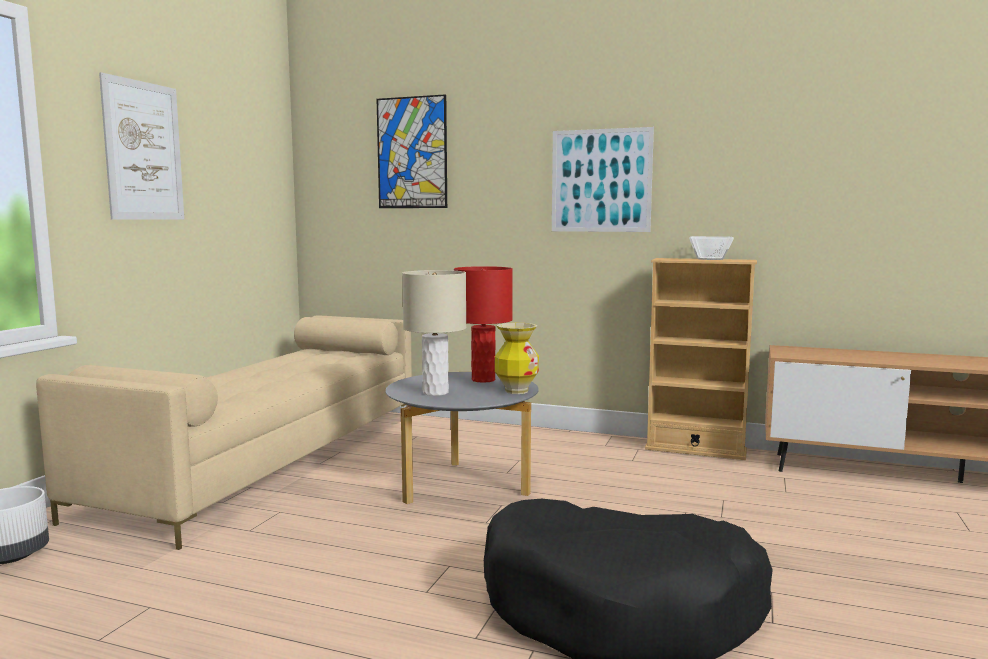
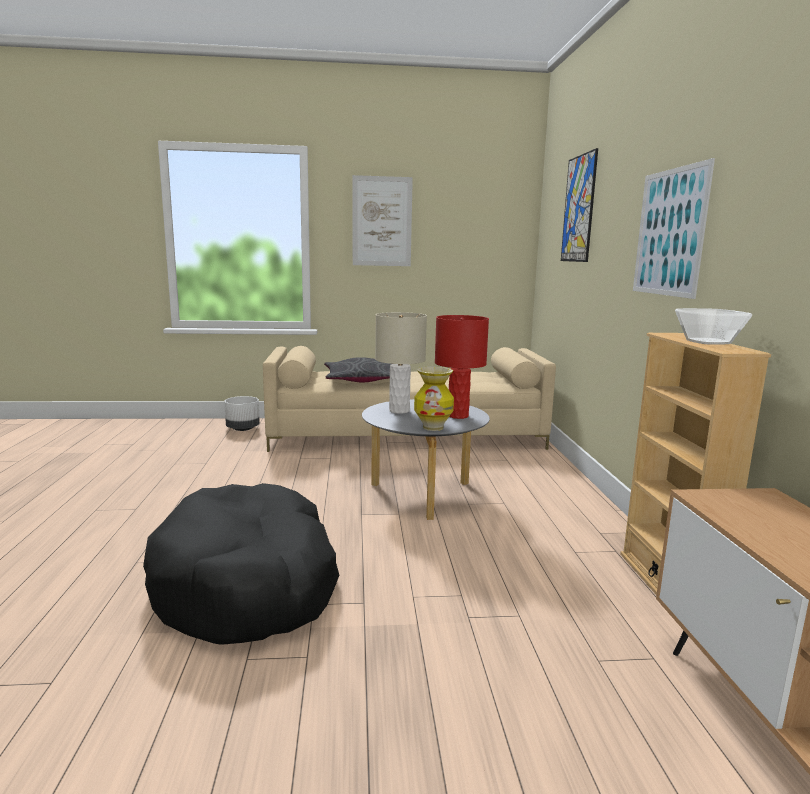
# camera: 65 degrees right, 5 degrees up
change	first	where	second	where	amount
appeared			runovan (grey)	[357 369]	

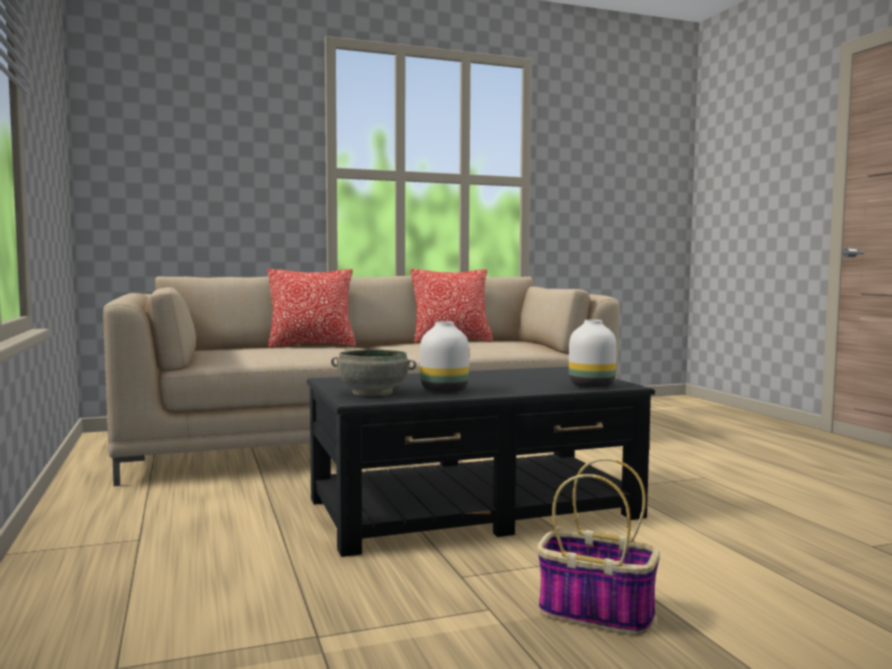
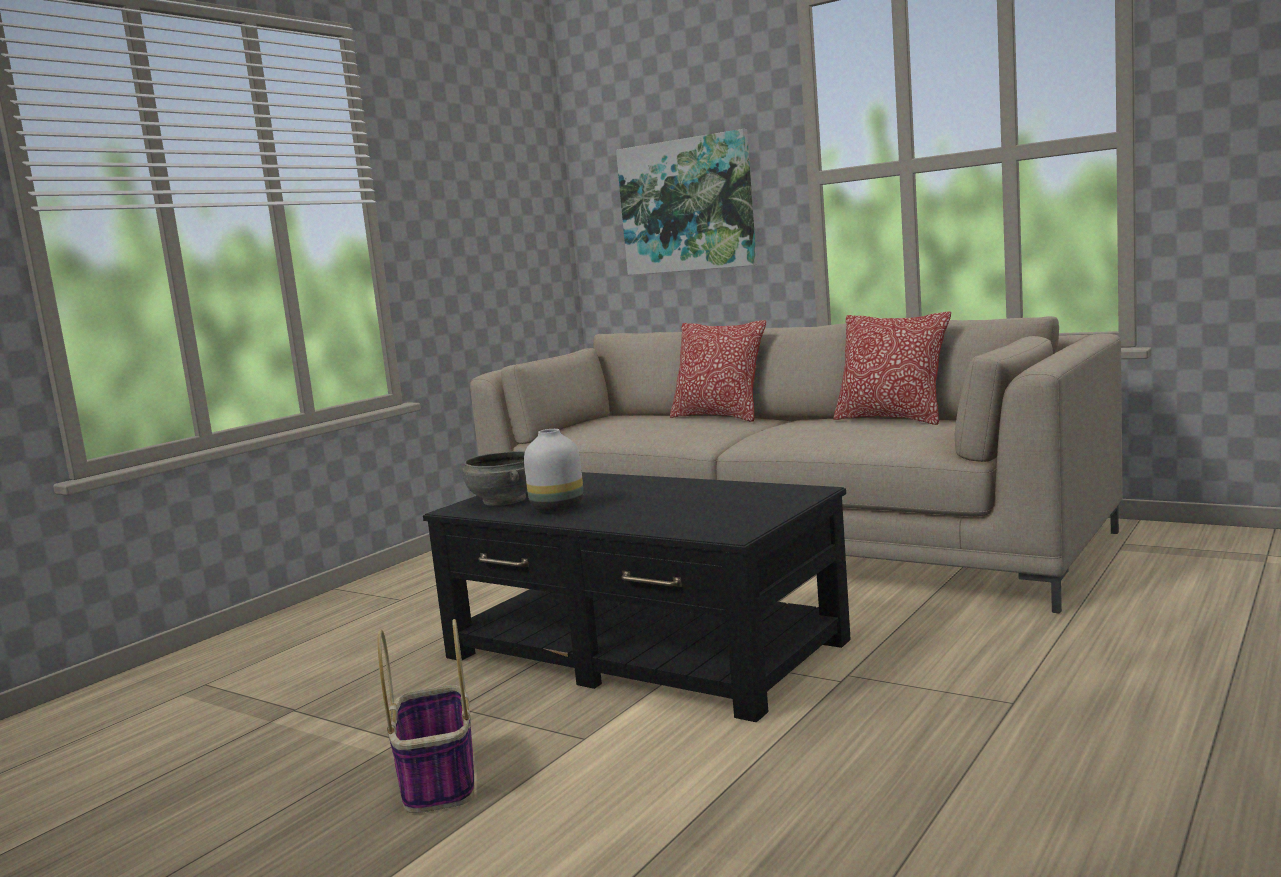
# camera: 55 degrees right, 5 degrees up
change	first	where	second	where	amount
appeared			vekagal	[686 202]	
missing	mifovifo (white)	[593 353]			

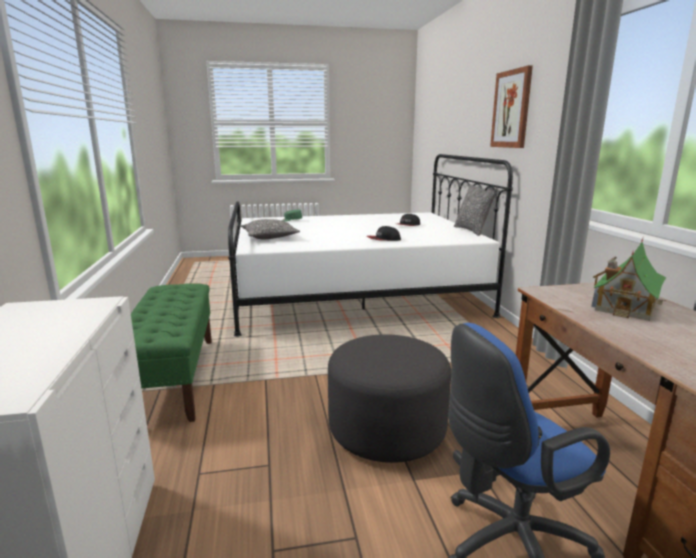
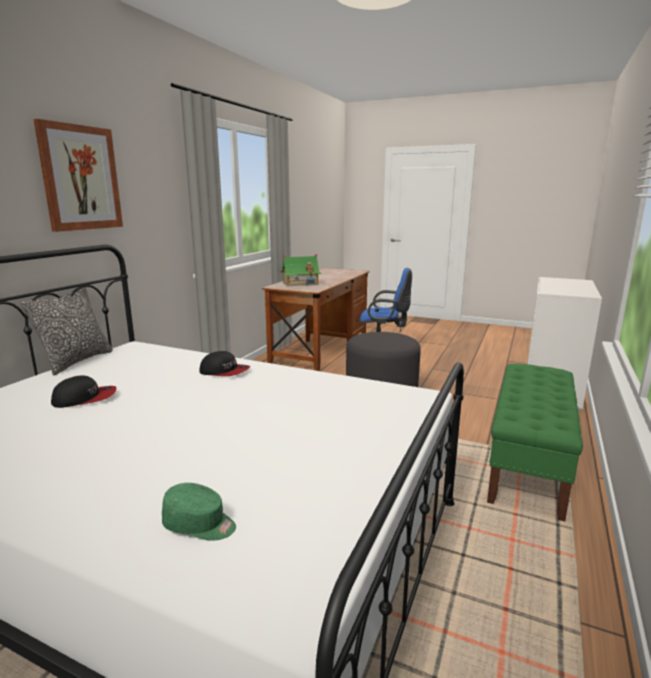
# camera: 145 degrees left, 0 degrees up
change	first	where	second	where	amount
missing	runovan	[270 229]			

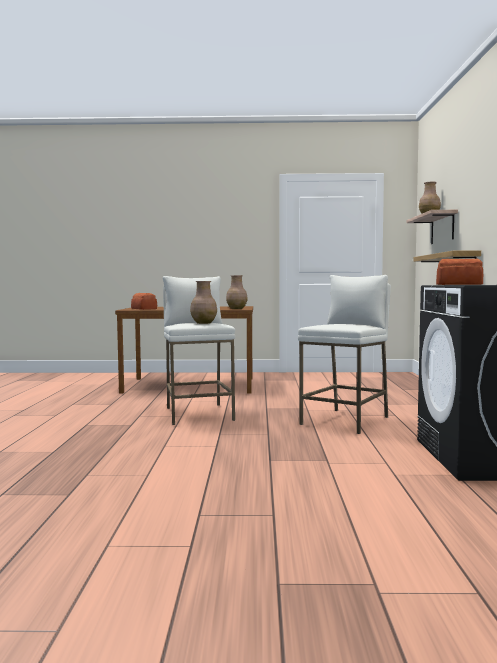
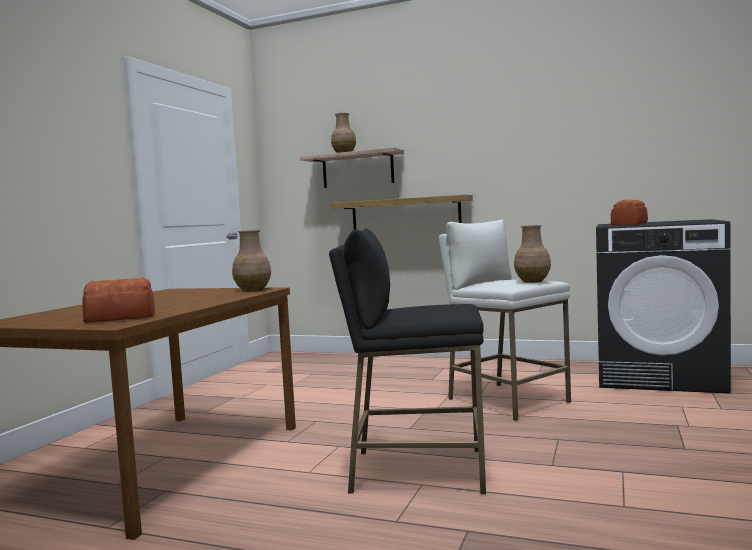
# camera: 70 degrees left, 0 degrees up
change	first	where	second	where	amount
colour	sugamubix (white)	[199 350]	sugamubix (black)	[407 361]	
relocated	mifovifo (brown)	[203 302]		[532 254]	

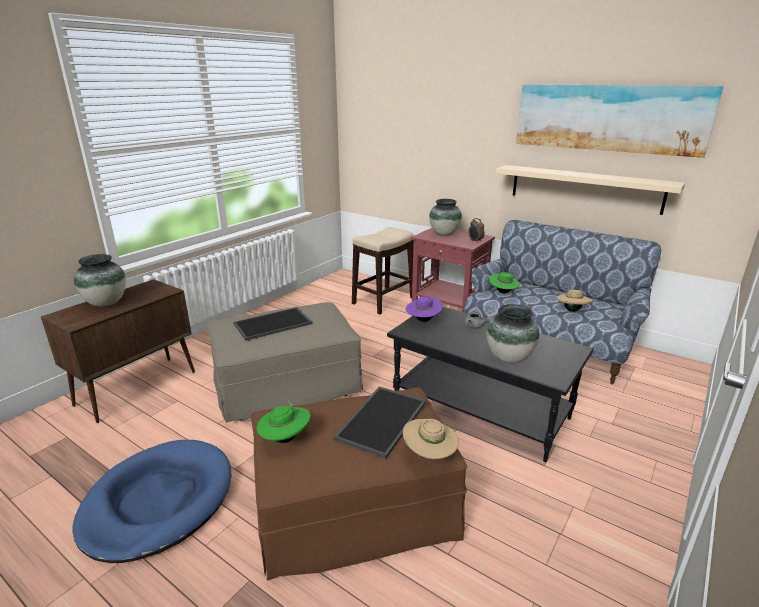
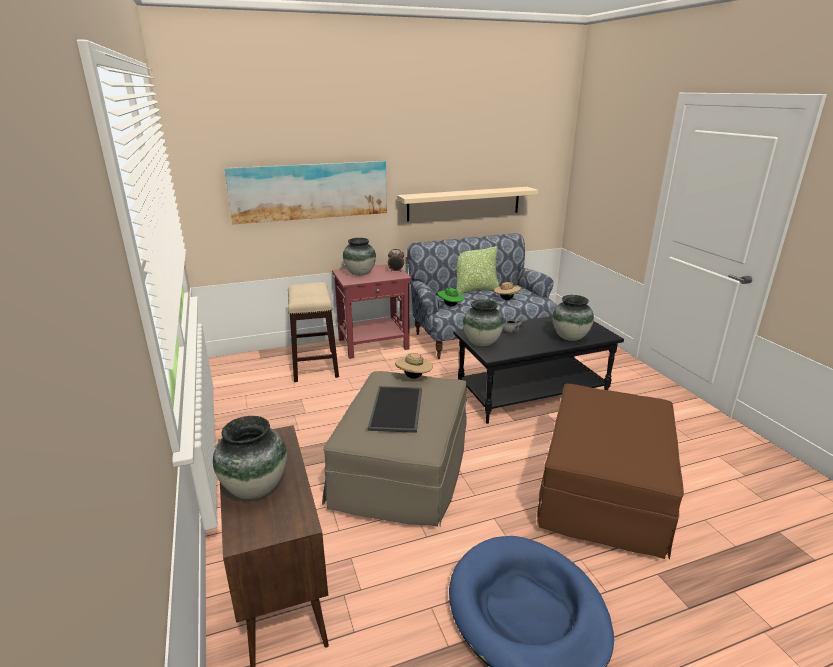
# camera: 55 degrees left, 0 degrees up
change	first	where	second	where	amount
relocated	vekagal	[619 121]		[305 192]	
relocated	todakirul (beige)	[431 439]		[414 366]	
appeared			runovan	[478 270]	
exchanged	todakirul (purple)	[424 308]	mifovifo	[483 322]	
missing	todakirul (green)	[284 421]			
missing	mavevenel	[379 422]			

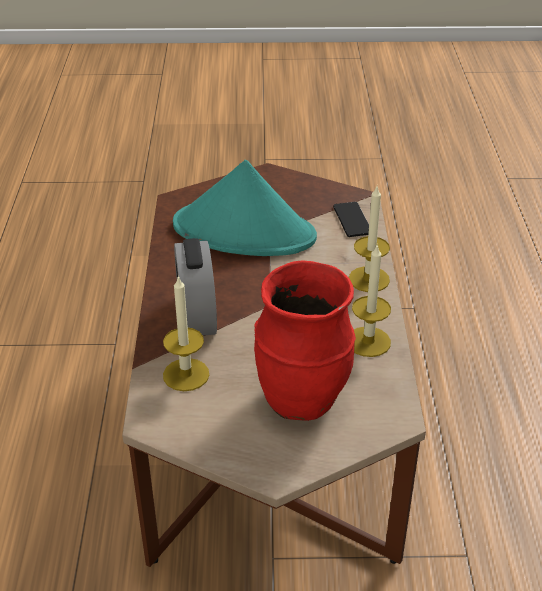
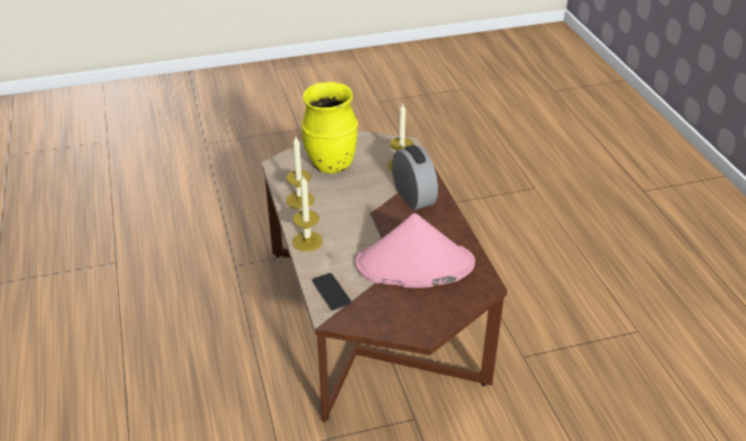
# camera: 165 degrees right, 0 degrees up
change	first	where	second	where	amount
colour	mifovifo (red)	[305 341]	mifovifo (yellow)	[329 128]	
colour	todakirul (turquoise)	[245 208]	todakirul (pink)	[415 250]	

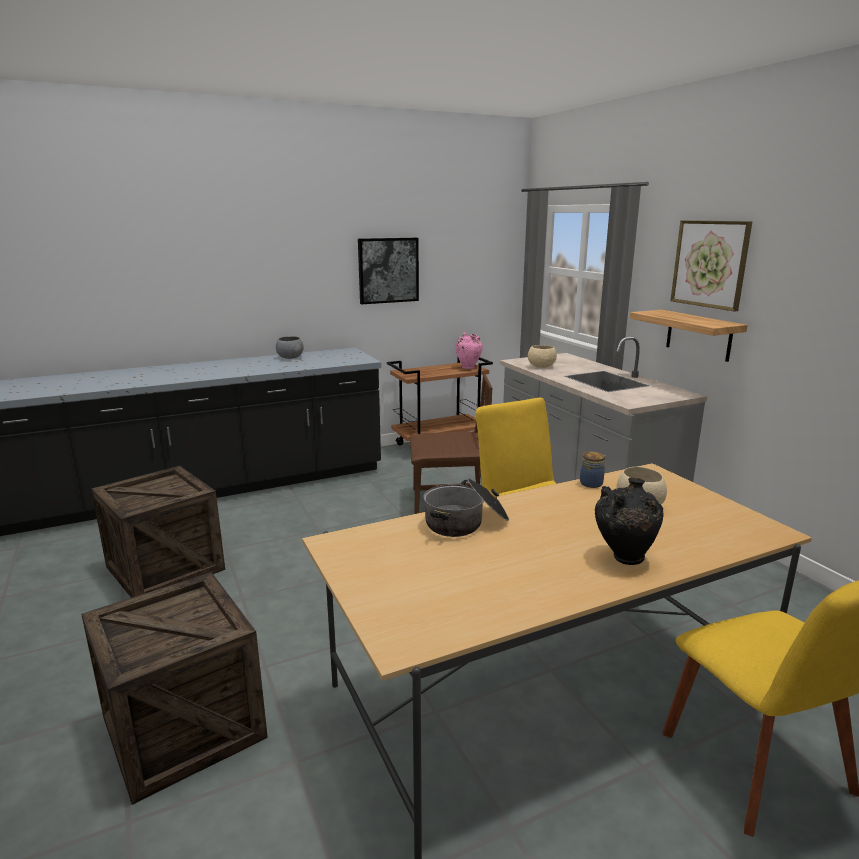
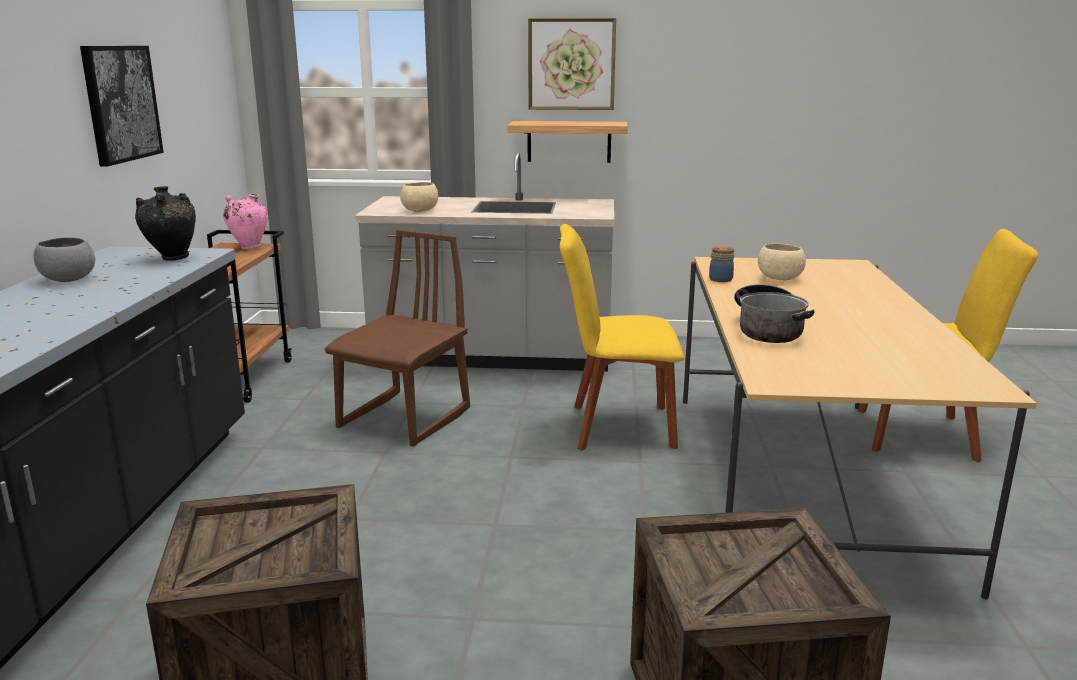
# camera: 60 degrees left, 0 degrees up
change	first	where	second	where	amount
relocated	mifovifo (black)	[629 521]		[165 223]	

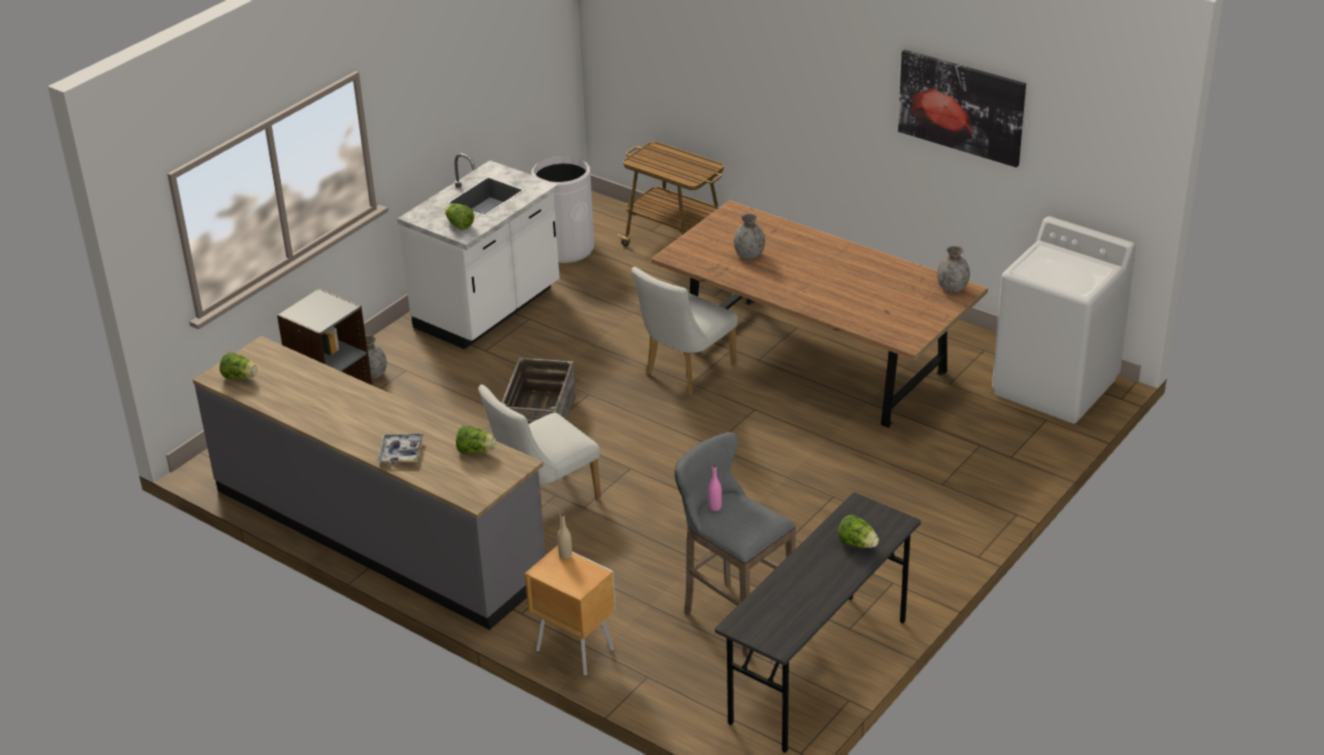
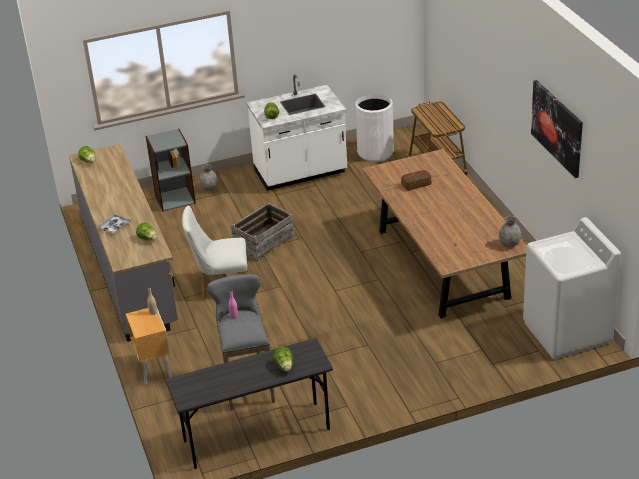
# camera: 35 degrees right, 0 degrees up
change	first	where	second	where	amount
exchanged	mifovifo (grey)	[749 236]	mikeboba	[416 180]	
missing	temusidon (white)	[684 330]			

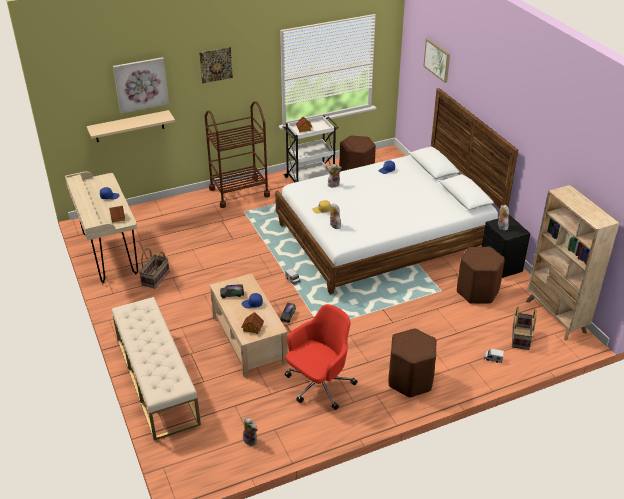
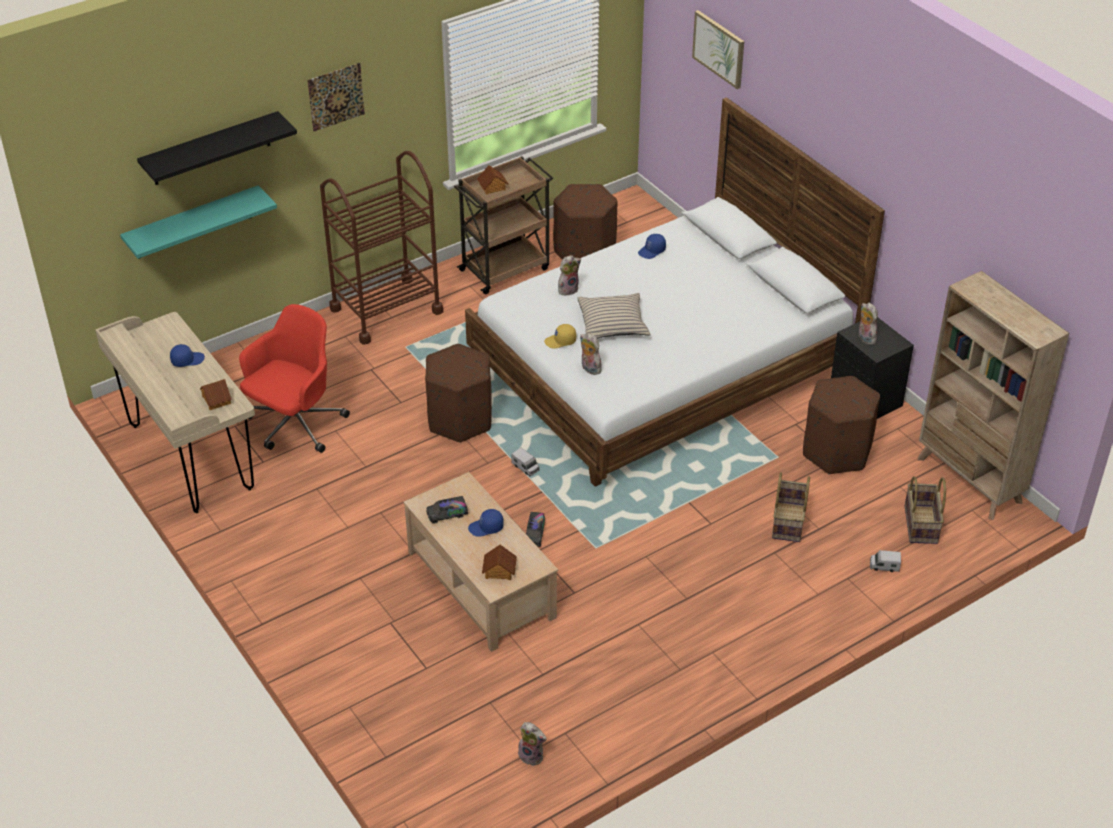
# camera: 10 degrees left, 5 degrees up
change	first	where	second	where	amount
colour	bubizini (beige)	[131 126]	bubizini (turquoise)	[198 222]	
exchanged	vekagal	[141 85]	bubizini (black)	[217 148]	
relocated	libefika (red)	[321 357]		[294 378]	
relocated	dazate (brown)	[413 363]		[458 393]	
colour	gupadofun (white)	[311 148]	gupadofun (brown)	[503 225]	
appeared			runovan (beige)	[614 315]	
relocated	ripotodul	[154 268]		[791 507]	
missing	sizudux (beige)	[156 369]			

